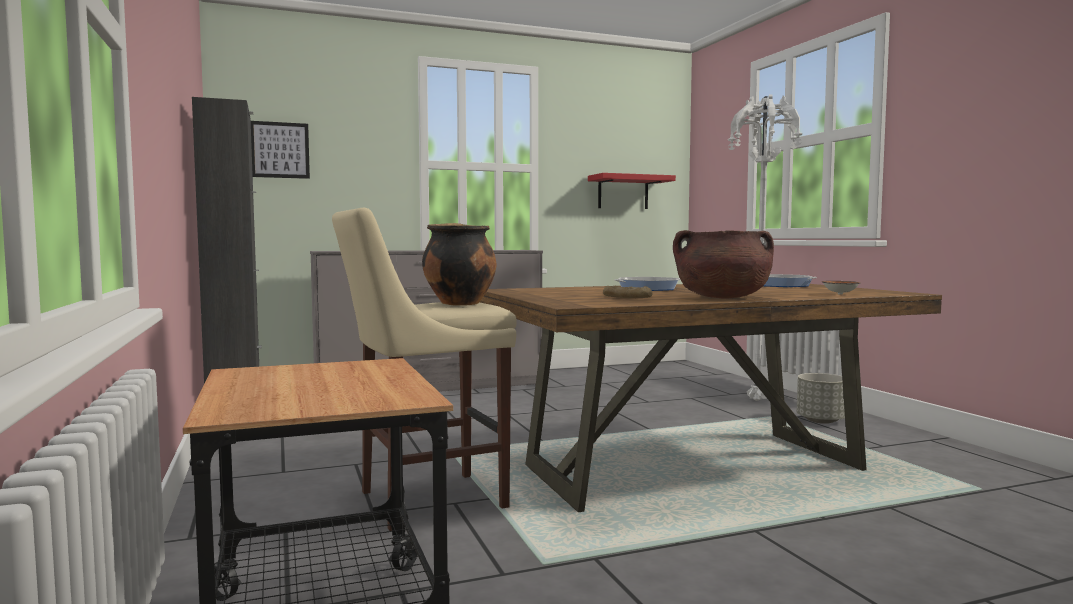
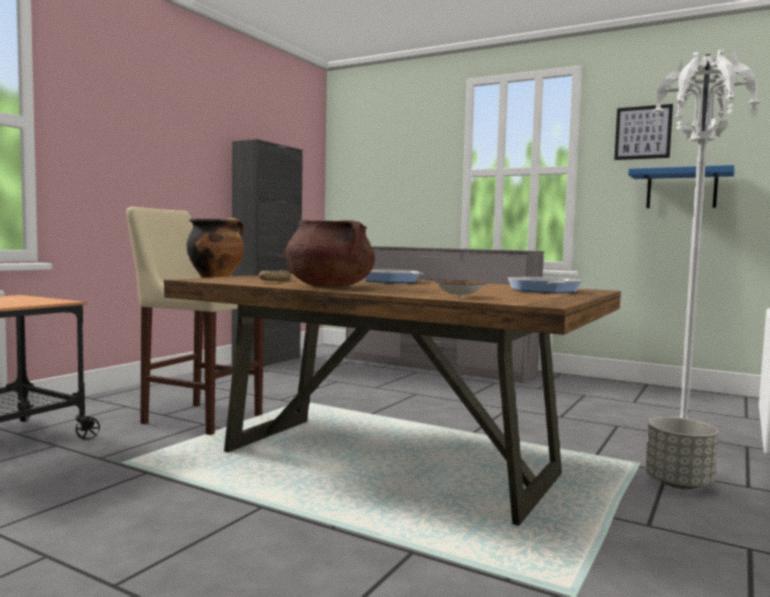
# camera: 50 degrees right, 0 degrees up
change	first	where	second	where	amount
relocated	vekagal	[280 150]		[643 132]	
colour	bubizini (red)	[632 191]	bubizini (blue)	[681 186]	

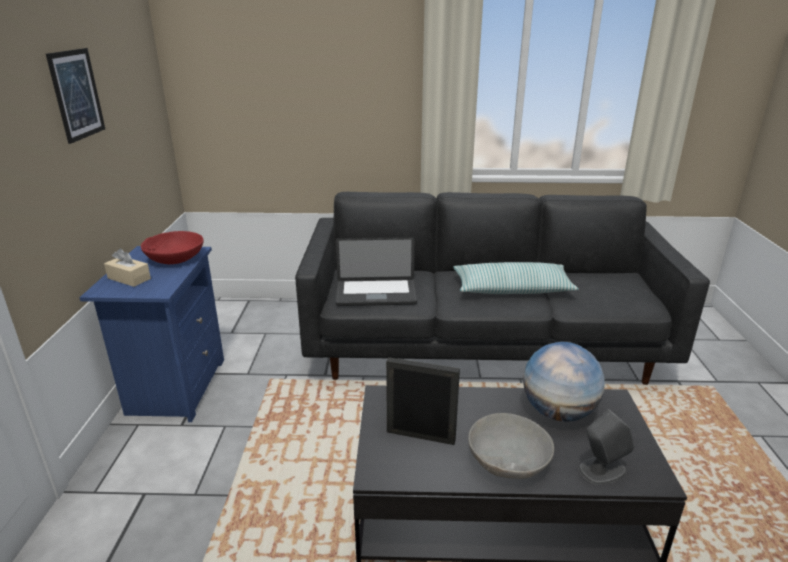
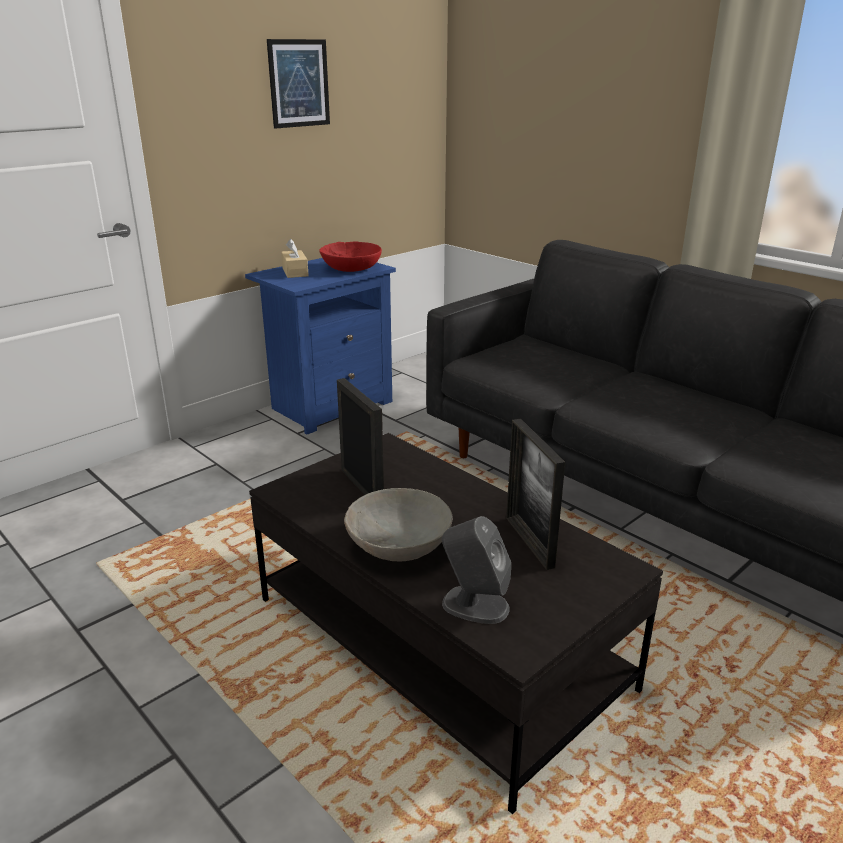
# camera: 45 degrees right, 0 degrees up
change	first	where	second	where	amount
exchanged	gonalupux	[564 382]	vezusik	[535 494]	
missing	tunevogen	[376 271]			
missing	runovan	[516 278]			

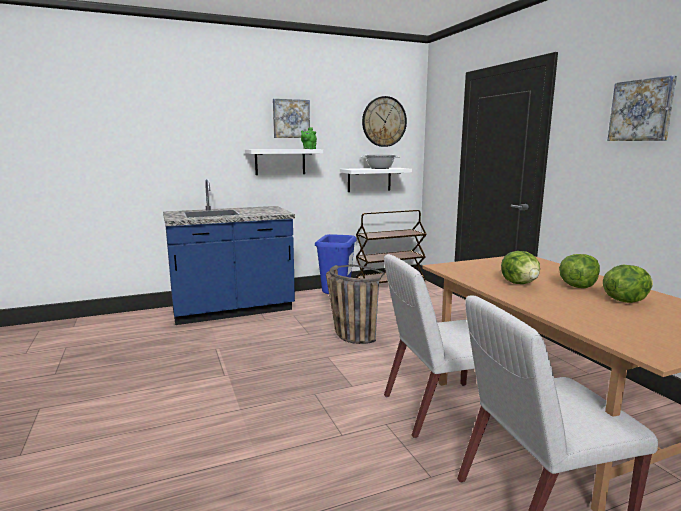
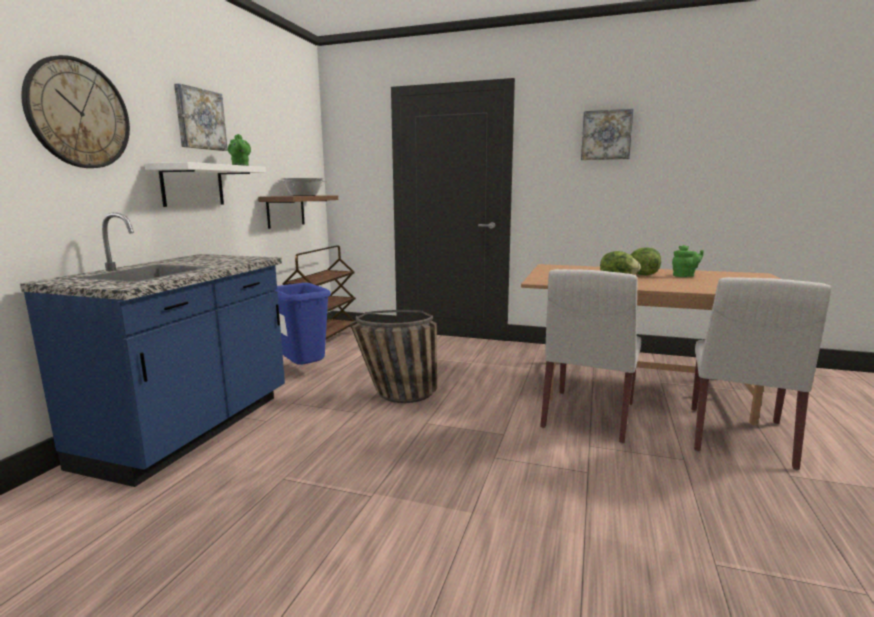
# camera: 50 degrees left, 0 degrees up
change	first	where	second	where	amount
relocated	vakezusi	[384 121]		[75 111]	
colour	bubizini (white)	[376 180]	bubizini (brown)	[298 212]	
exchanged	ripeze	[628 283]	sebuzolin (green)	[688 261]	

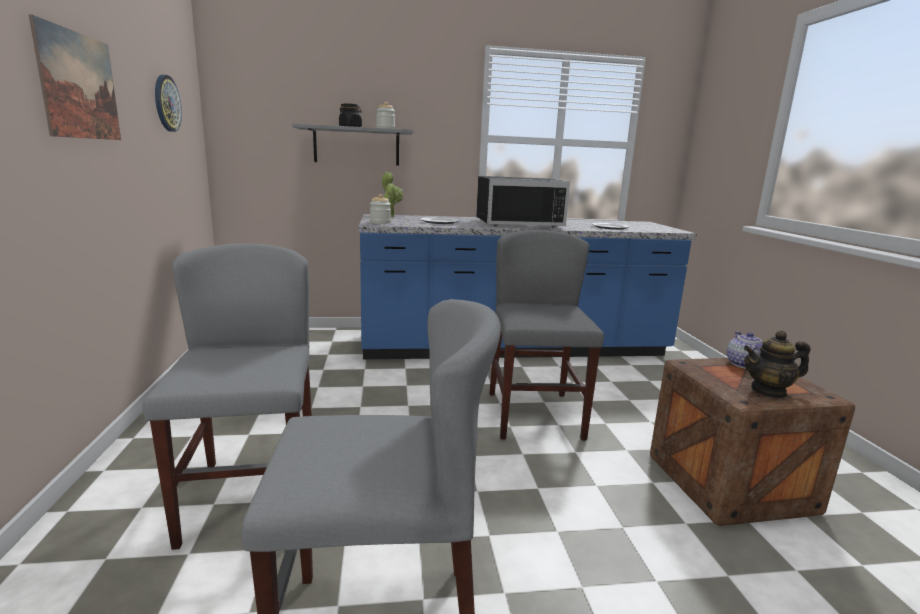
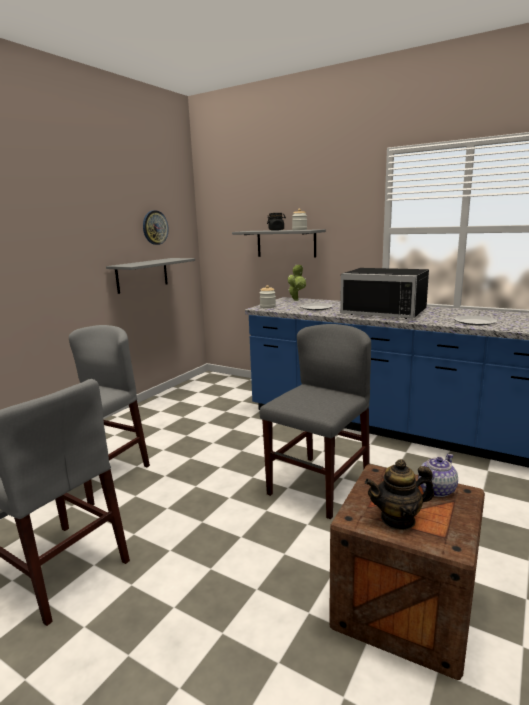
# camera: 40 degrees right, 0 degrees up
change	first	where	second	where	amount
appeared			bubizini (grey)	[150 276]	
spun	sebuzolin	[777 364]		[399 494]	45 degrees counterclockwise
missing	vekagal	[74 77]			

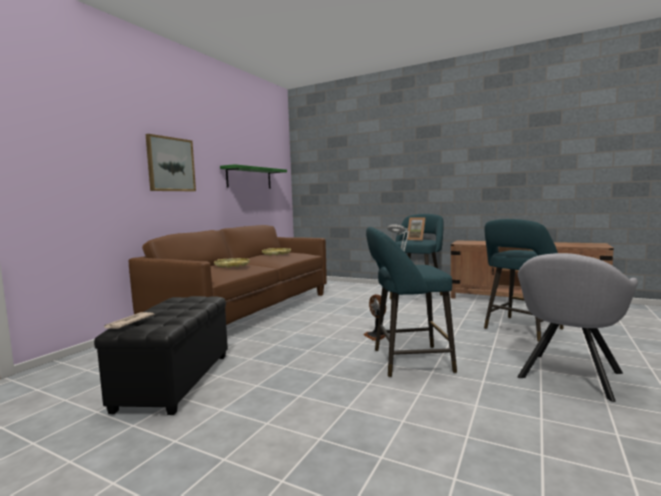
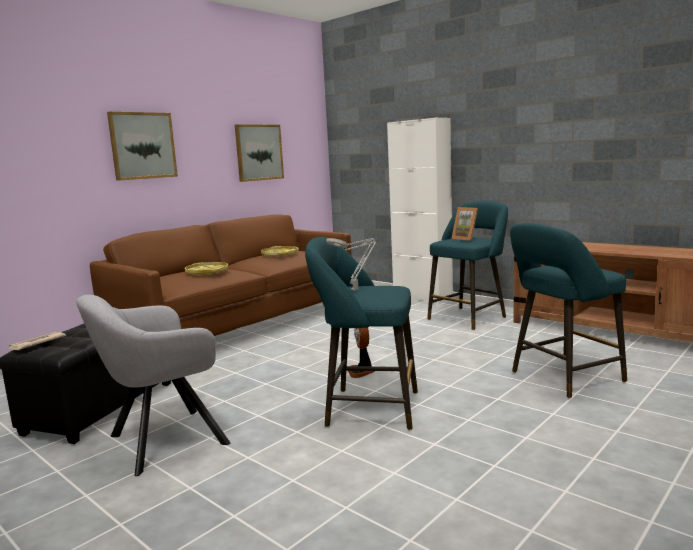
# camera: 15 degrees right, 5 degrees up
change	first	where	second	where	amount
relocated	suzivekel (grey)	[577 327]		[153 385]	
exchanged	bubizini (green)	[253 176]	vekagal	[259 153]	
appeared			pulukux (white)	[420 211]	

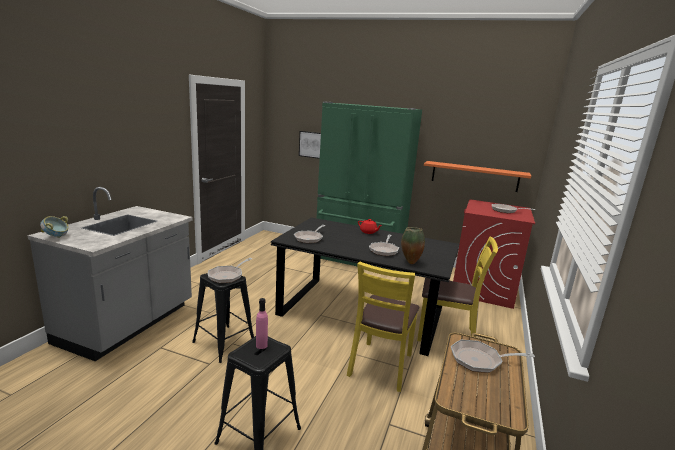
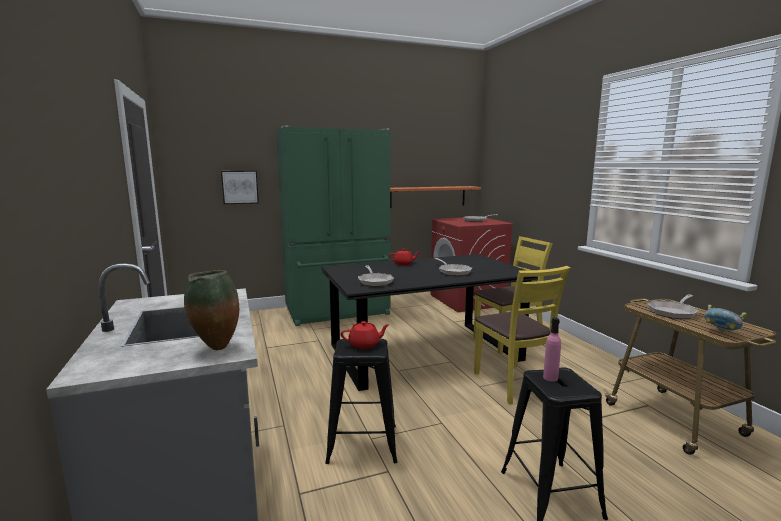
# camera: 40 degrees left, 5 degrees down
change	first	where	second	where	amount
relocated	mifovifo	[413 245]		[211 310]	
exchanged	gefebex	[230 270]	sebuzolin (red)	[365 335]	
relocated	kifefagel	[54 227]		[725 318]	

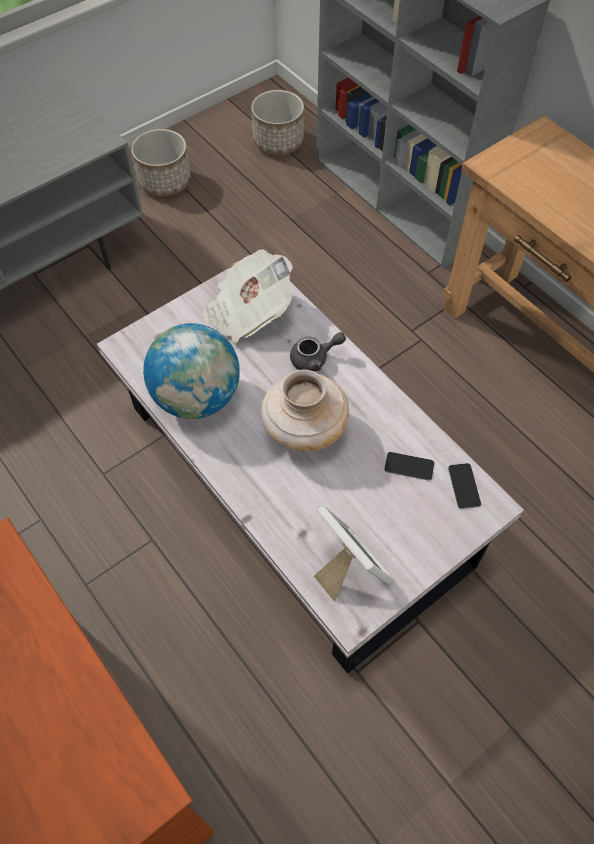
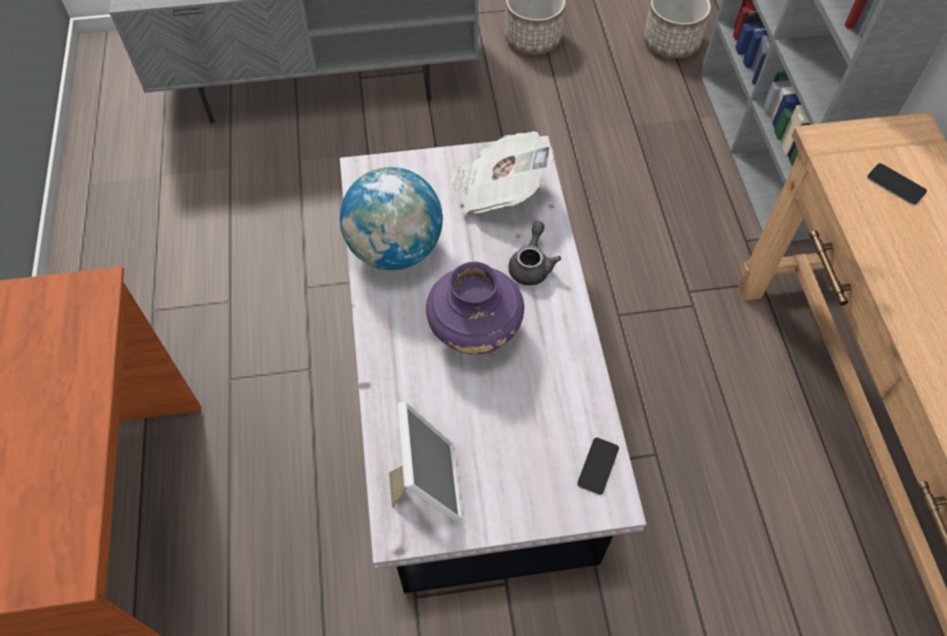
# camera: 30 degrees right, 0 degrees up
change	first	where	second	where	amount
colour	mifovifo (beige)	[305 410]	mifovifo (purple)	[475 307]	
spun	sebuzolin (grey)	[318 352]		[534 253]	90 degrees counterclockwise
relocated	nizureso	[409 466]		[897 184]	

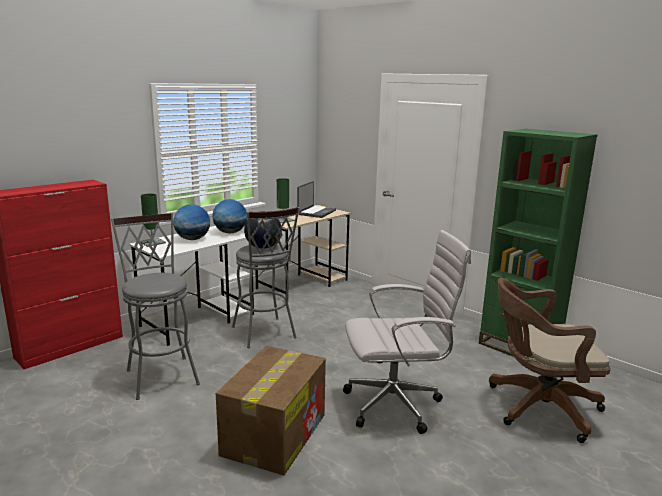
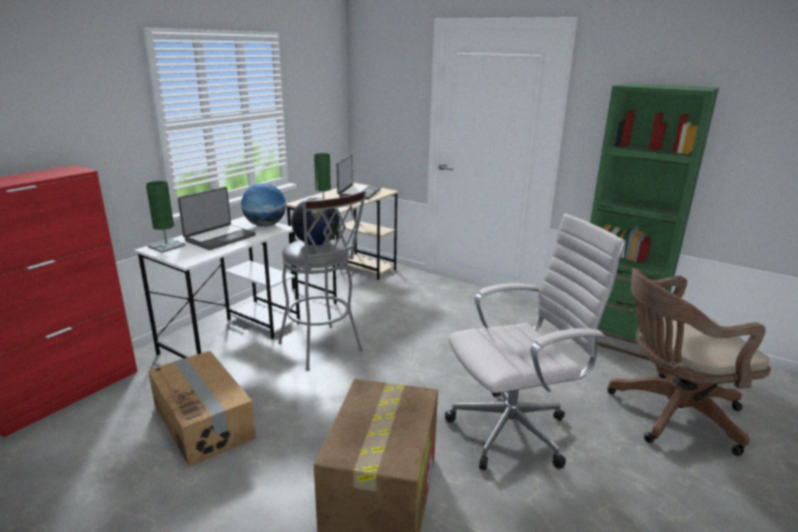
# camera: 10 degrees left, 5 degrees up
change	first	where	second	where	amount
exchanged	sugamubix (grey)	[155 306]	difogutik	[202 409]	
exchanged	gonalupux	[191 222]	tunevogen	[217 218]	

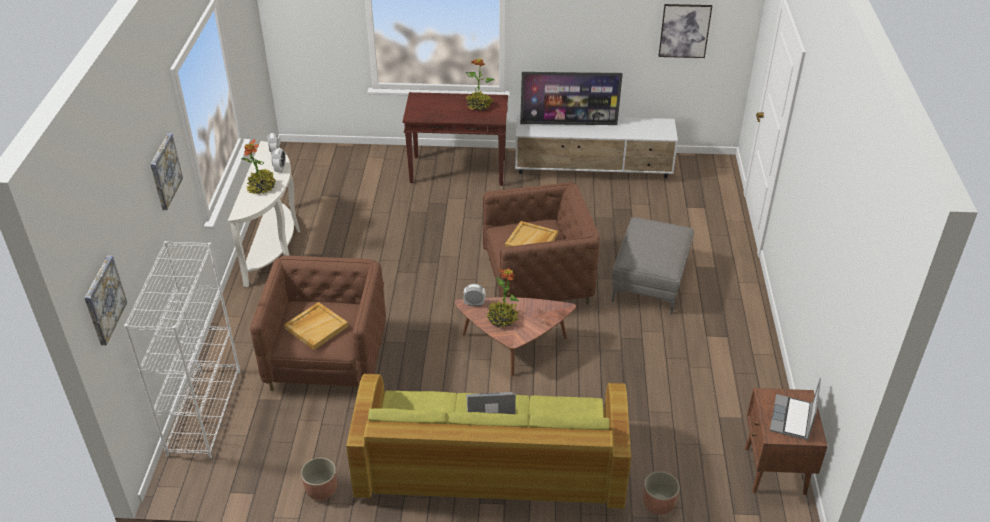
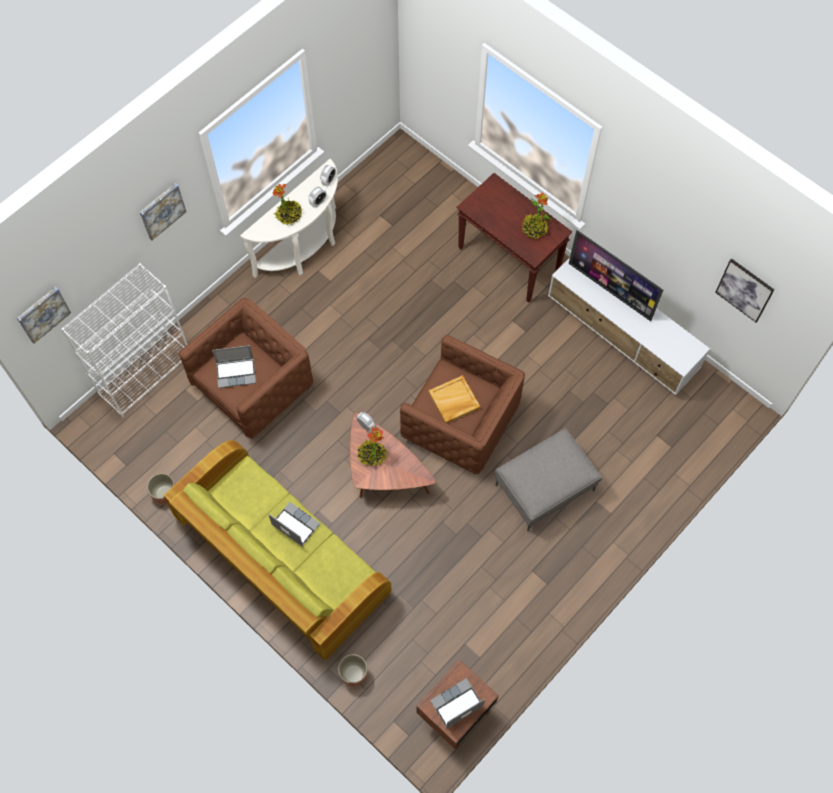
# camera: 40 degrees right, 25 degrees up
change	first	where	second	where	amount
exchanged	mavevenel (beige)	[316 326]	tunevogen	[234 366]	

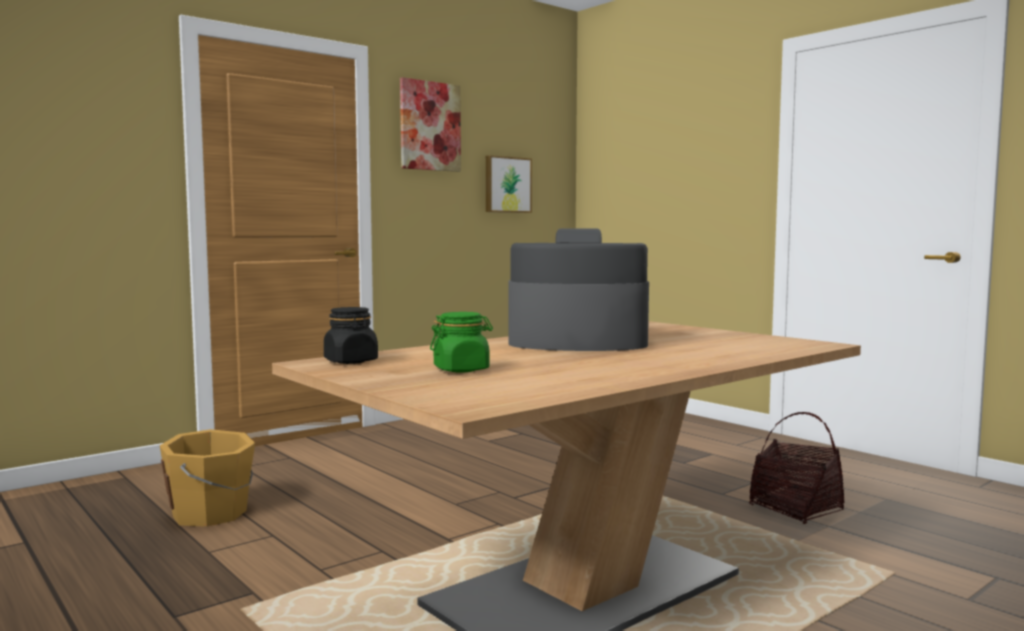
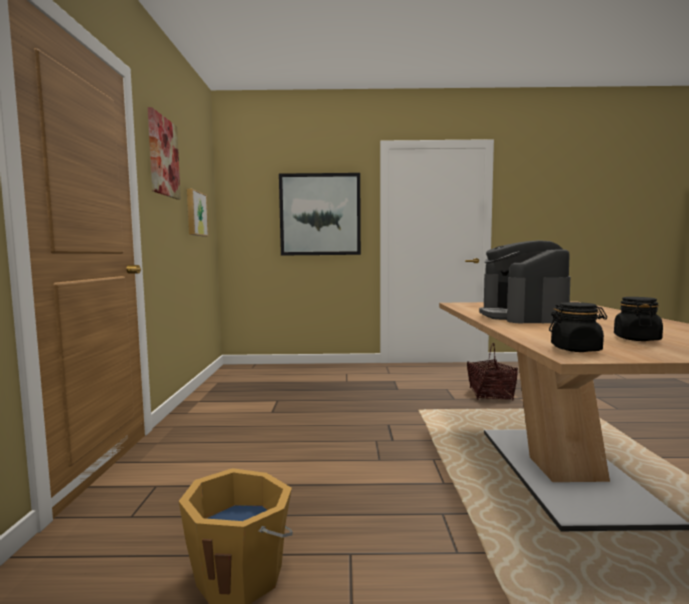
# camera: 50 degrees left, 0 degrees up
change	first	where	second	where	amount
appeared			vekagal	[320 214]	
spun	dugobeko	[578 289]		[524 282]	45 degrees counterclockwise
colour	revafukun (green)	[461 342]	revafukun (black)	[638 319]	

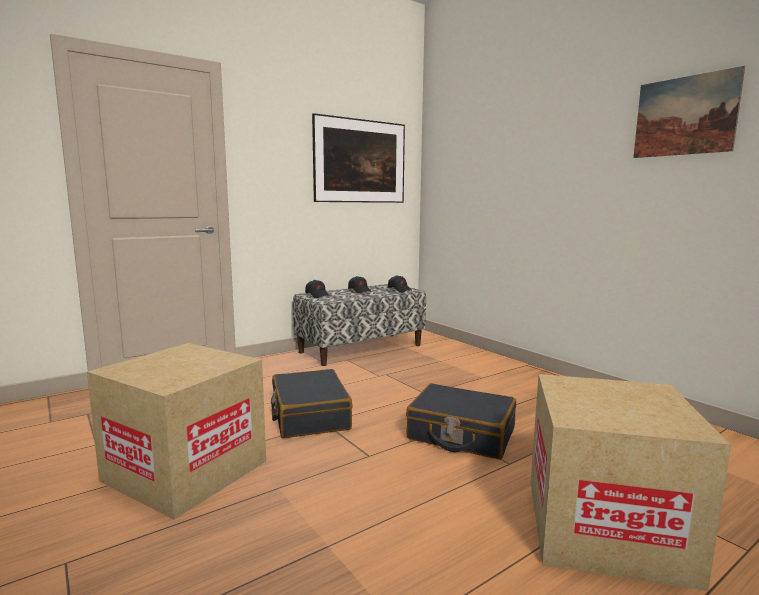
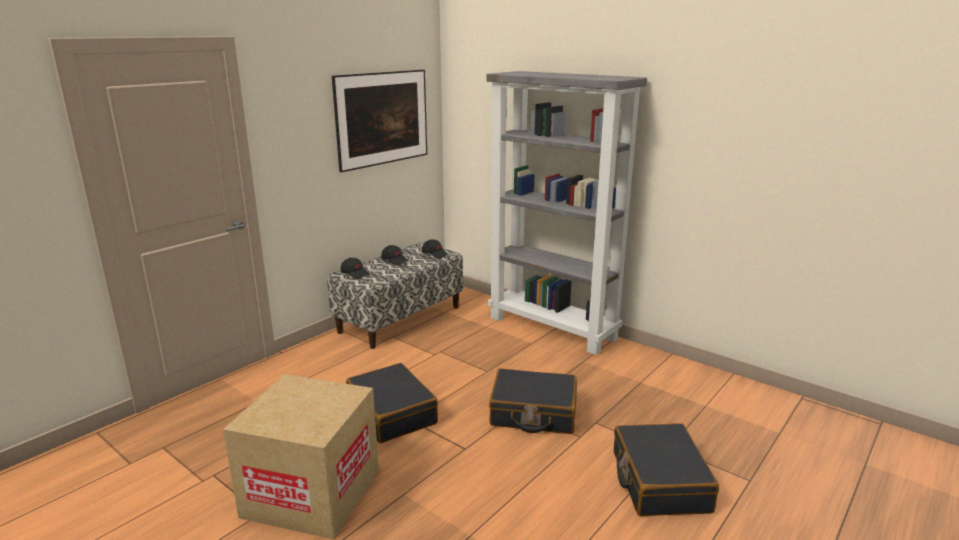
# camera: 15 degrees left, 10 degrees up
change	first	where	second	where	amount
appeared			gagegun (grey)	[566 213]	
exchanged	difogutik	[631 482]	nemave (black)	[666 469]	
missing	vekagal	[689 112]			

